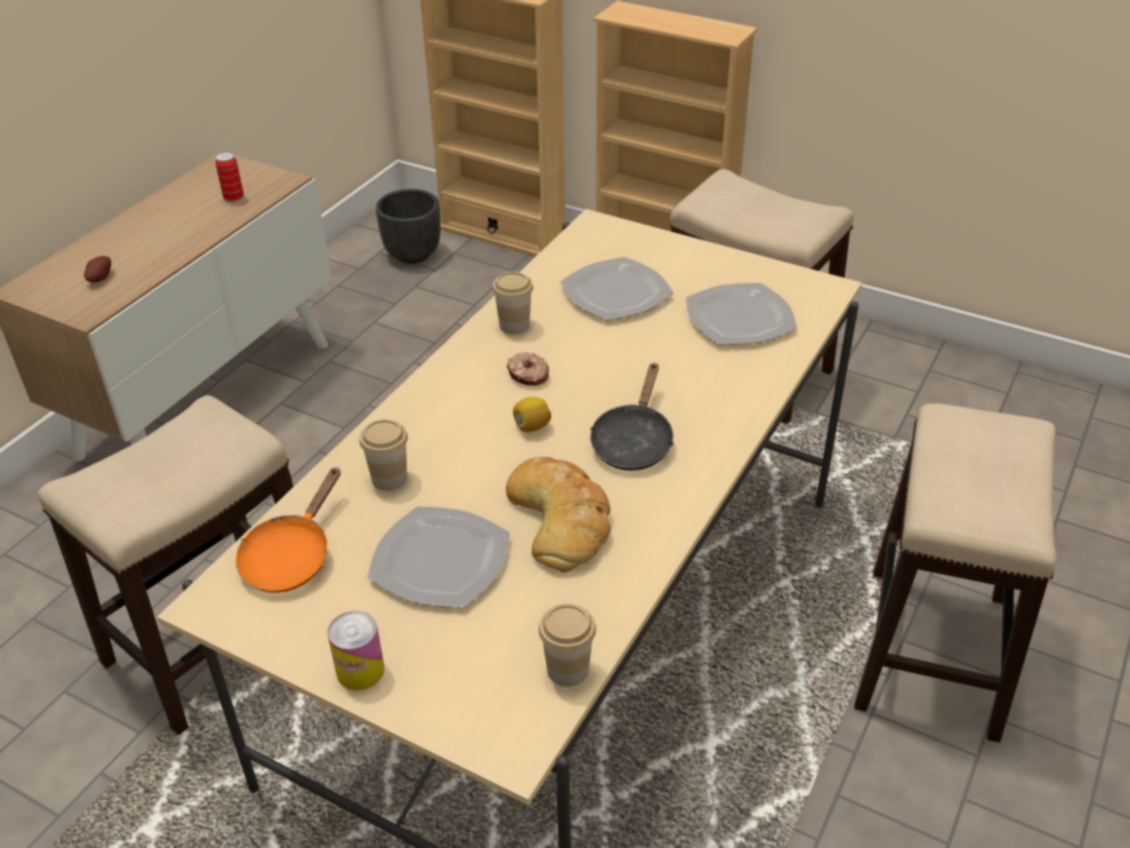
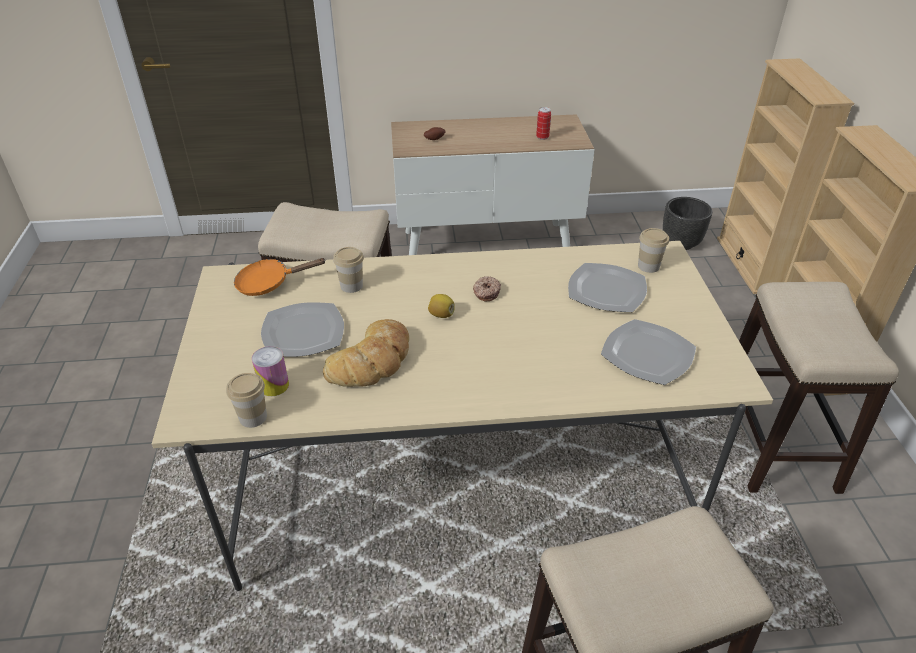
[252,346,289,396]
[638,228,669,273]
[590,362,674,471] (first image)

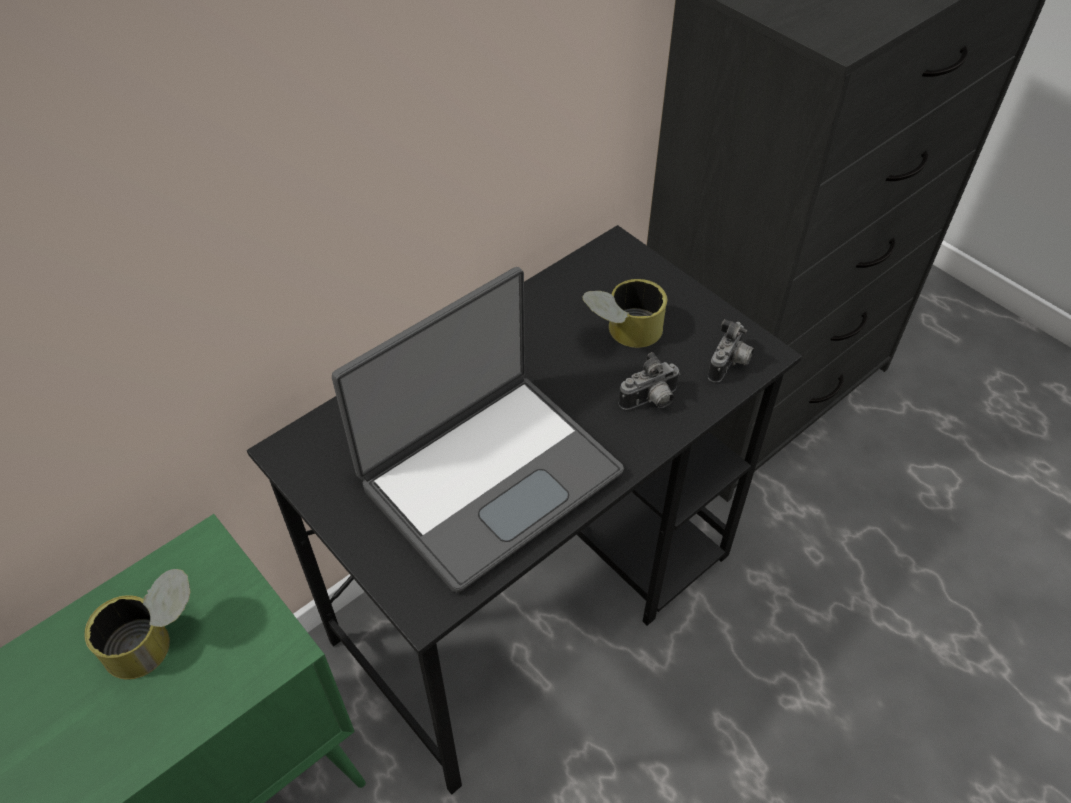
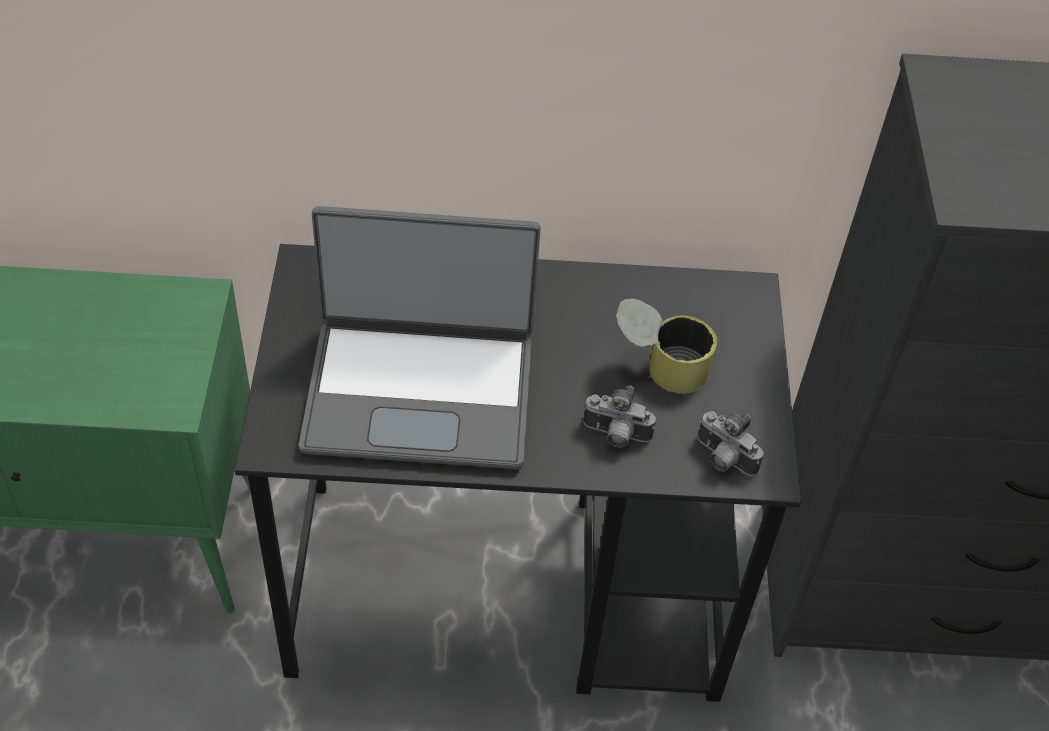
[84,569,190,679] (first image)
[698,411,764,476]

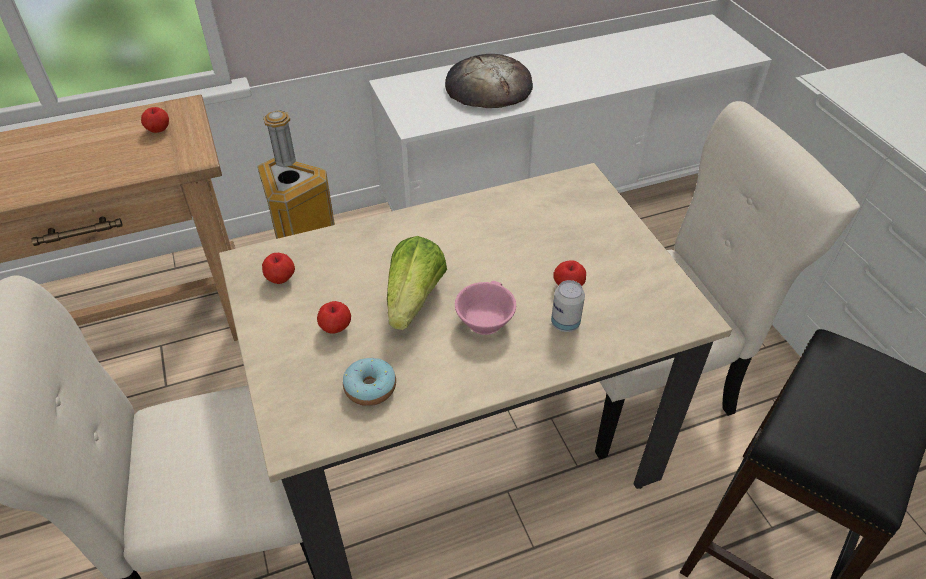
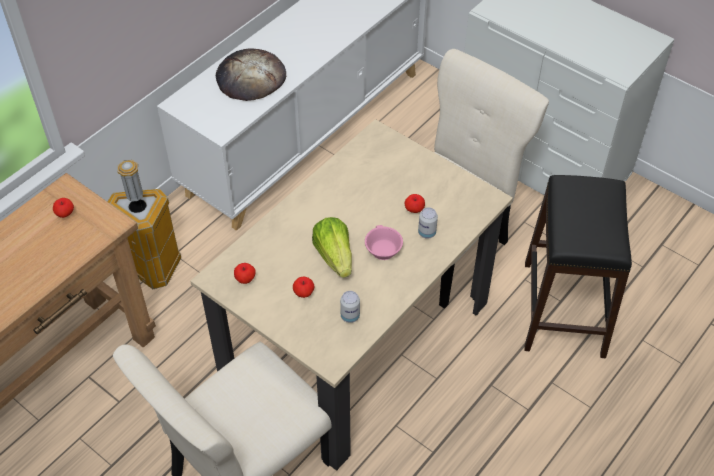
[340,291,360,323]

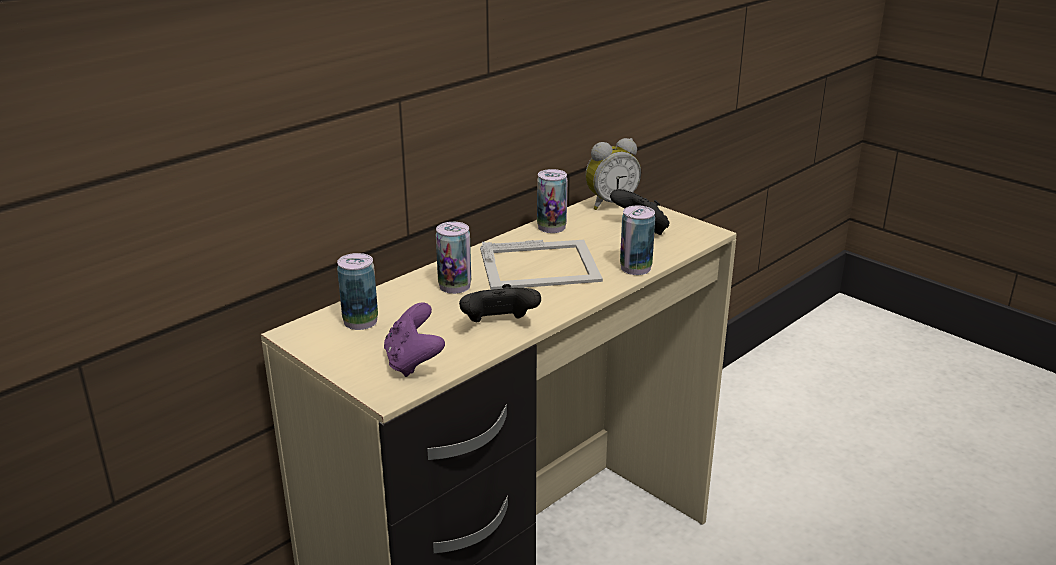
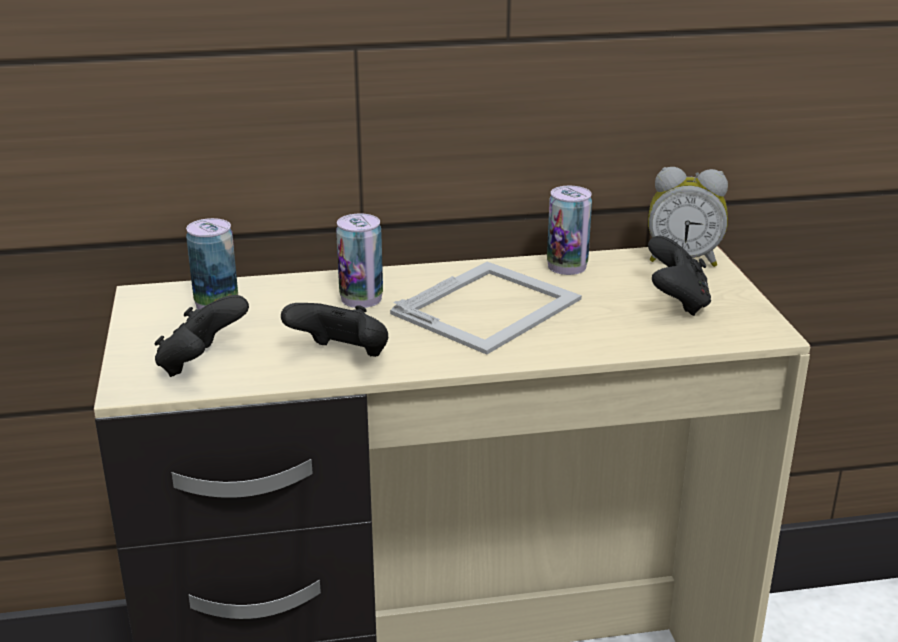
[155,295,249,377]
[390,262,582,355]
[620,206,655,275] (first image)

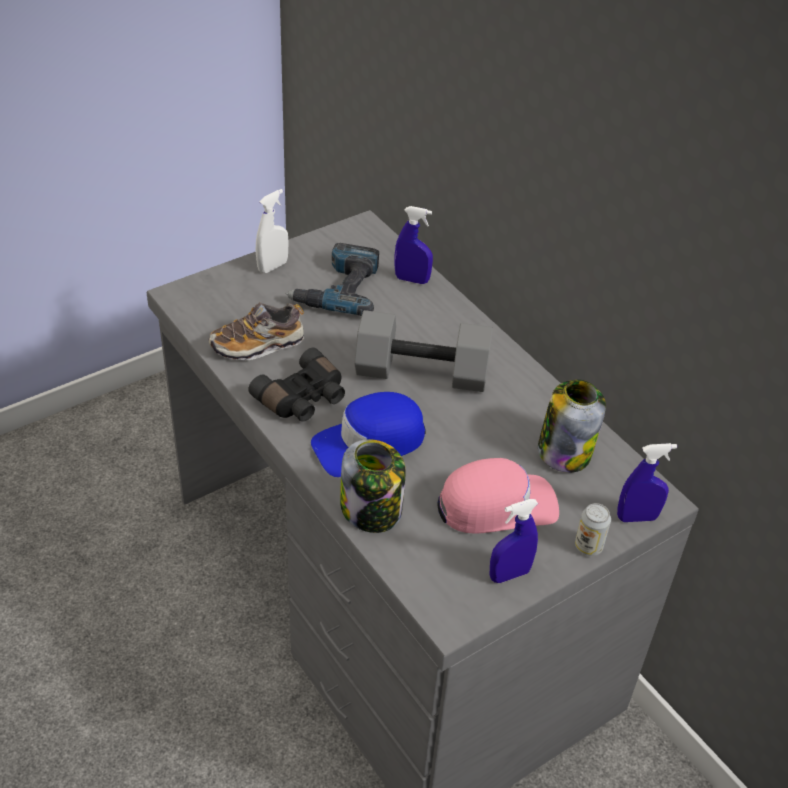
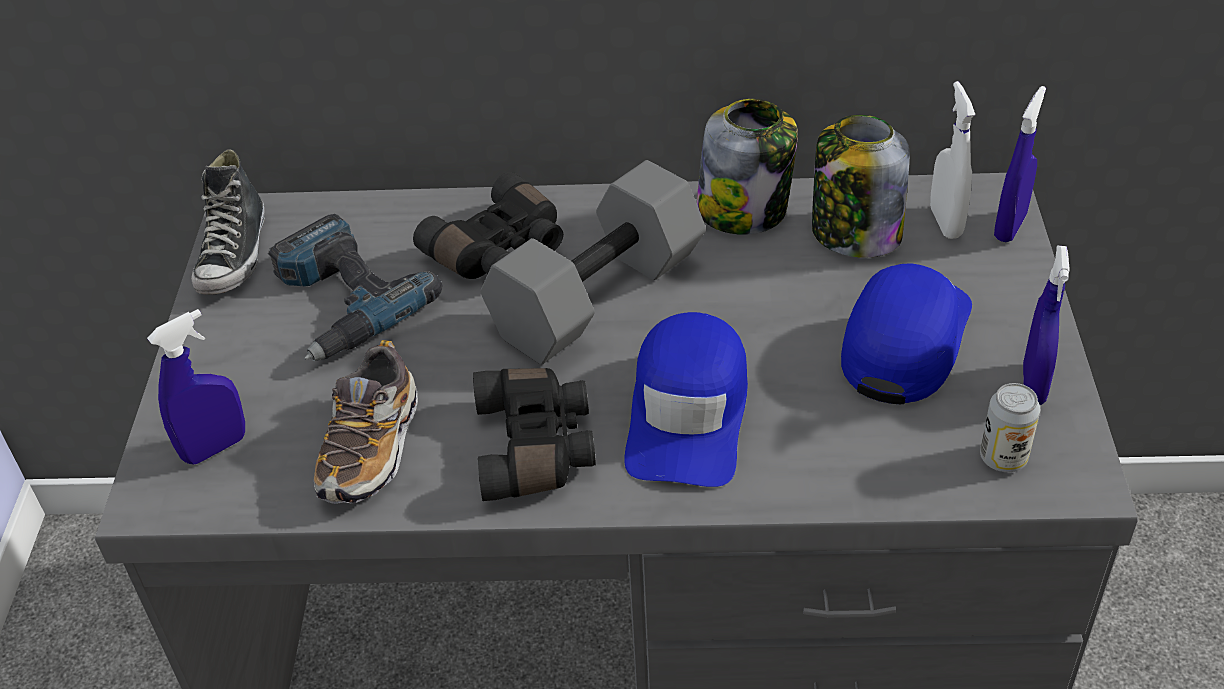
[930,81,975,239]
[697,99,798,235]
[147,309,245,464]
[841,263,972,404]
[980,383,1040,472]
[191,149,265,295]
[413,172,563,279]

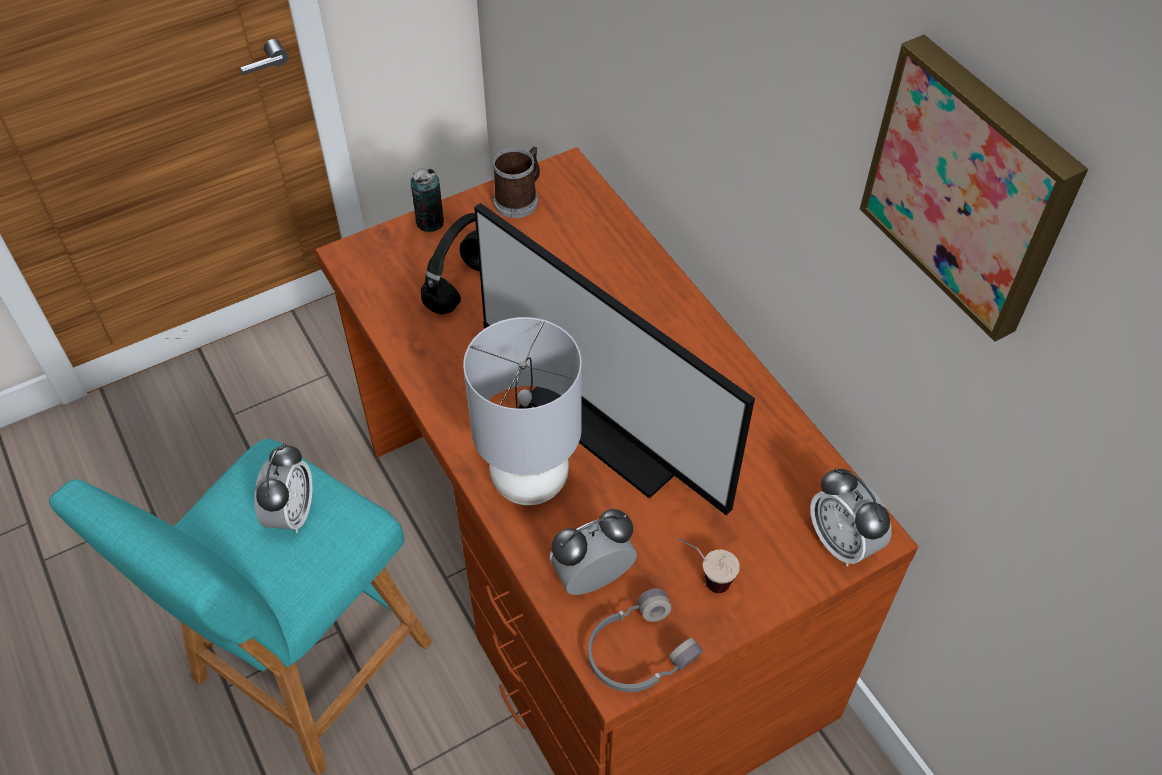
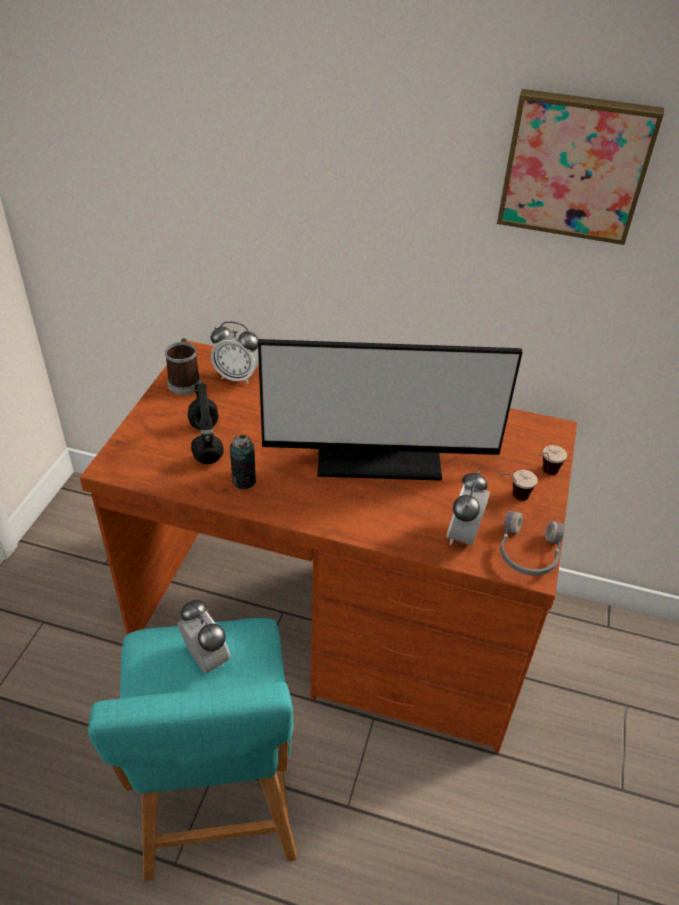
[230,435,256,489]
[463,317,582,505] (first image)
[211,321,259,384]
[539,445,567,475]

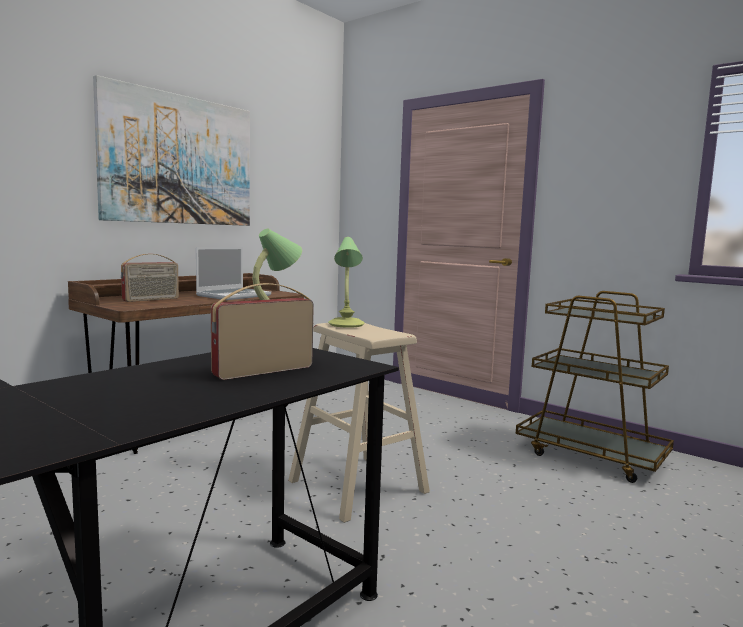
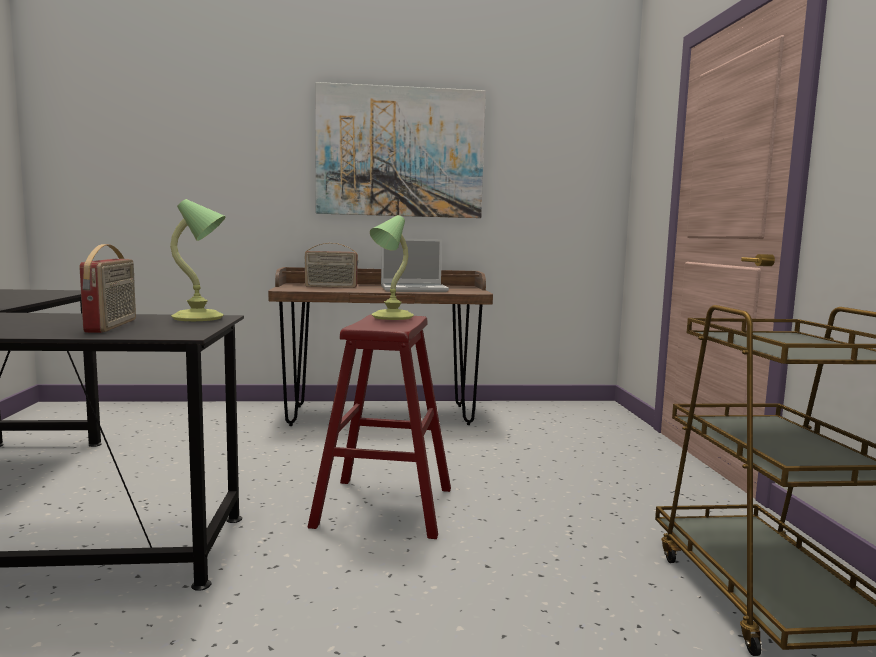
[79,244,136,333]
[307,314,451,539]

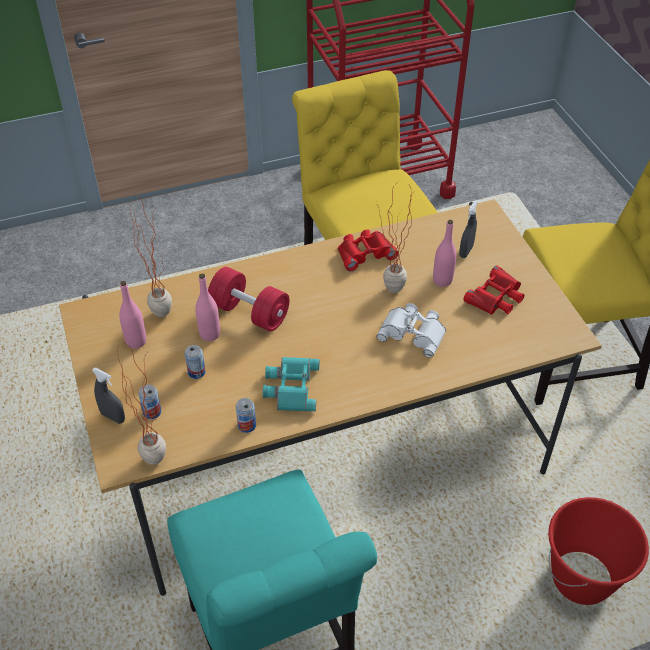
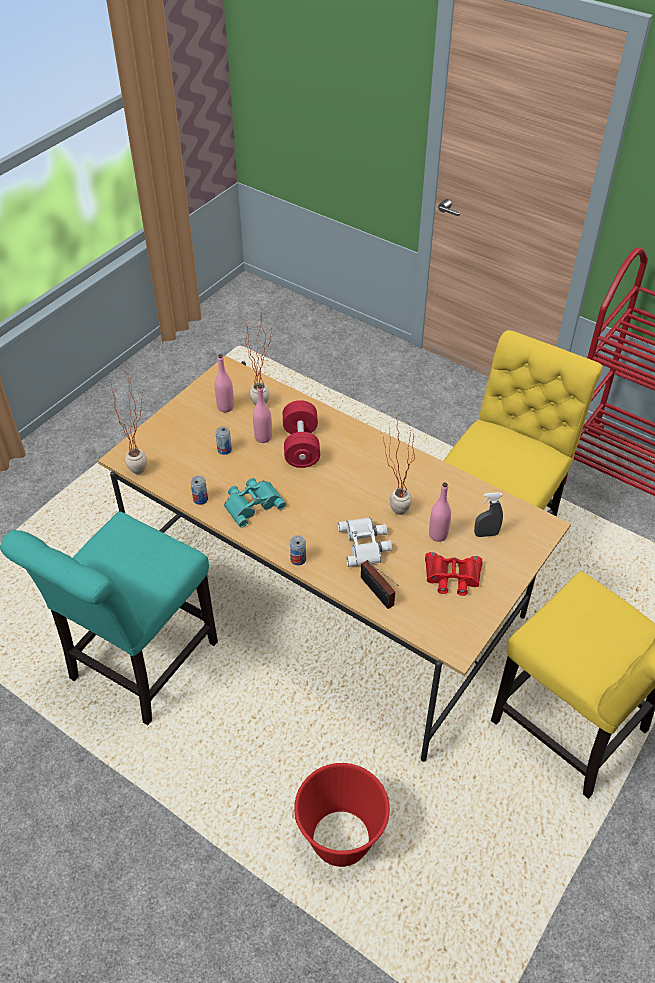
[92,368,125,424] (first image)
[290,535,306,565]
[338,229,398,271] (first image)
[361,560,398,609]

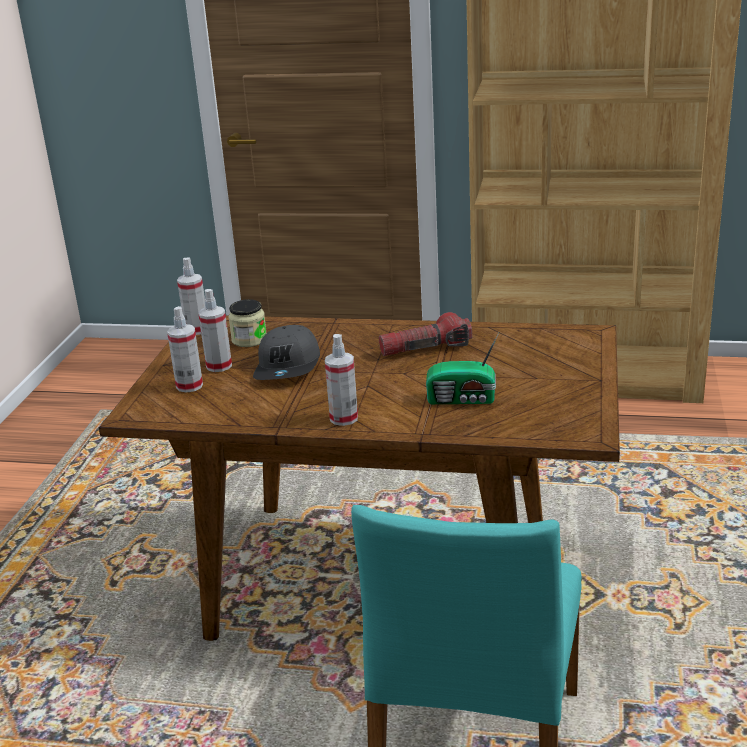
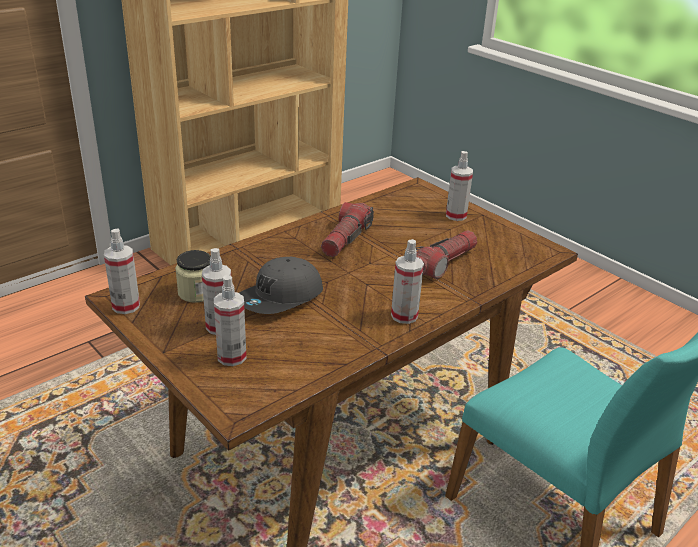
[239,257,323,314]
[416,230,477,279]
[446,151,473,221]

